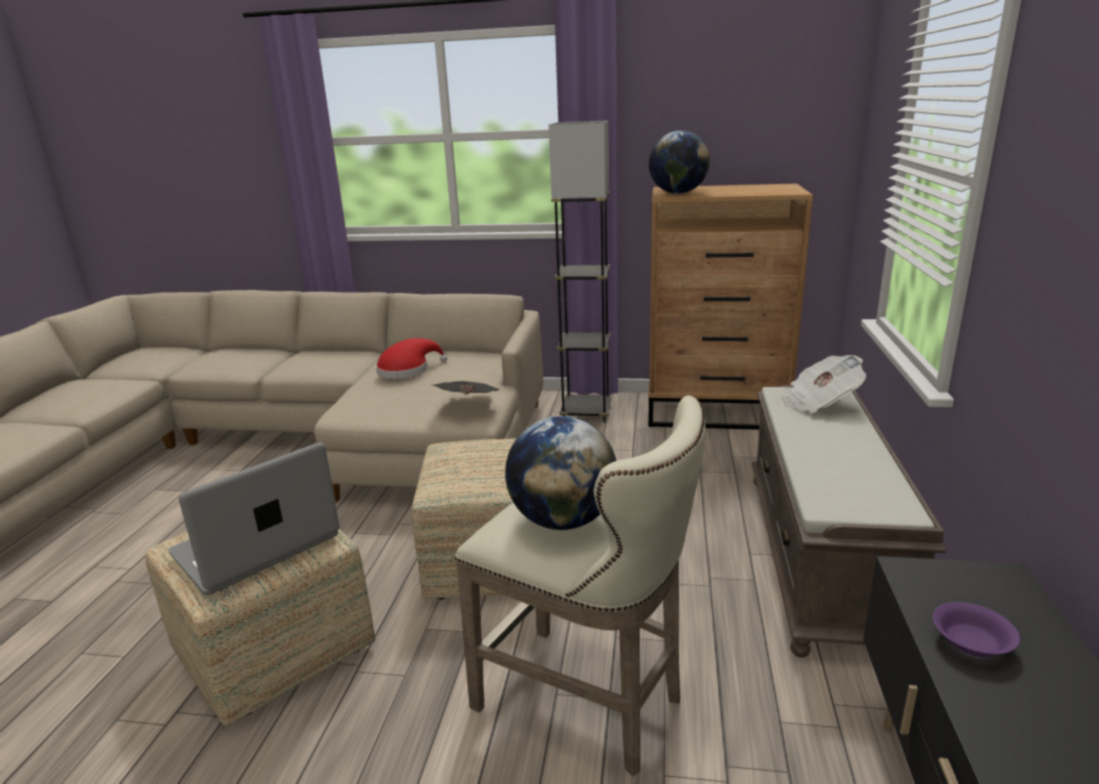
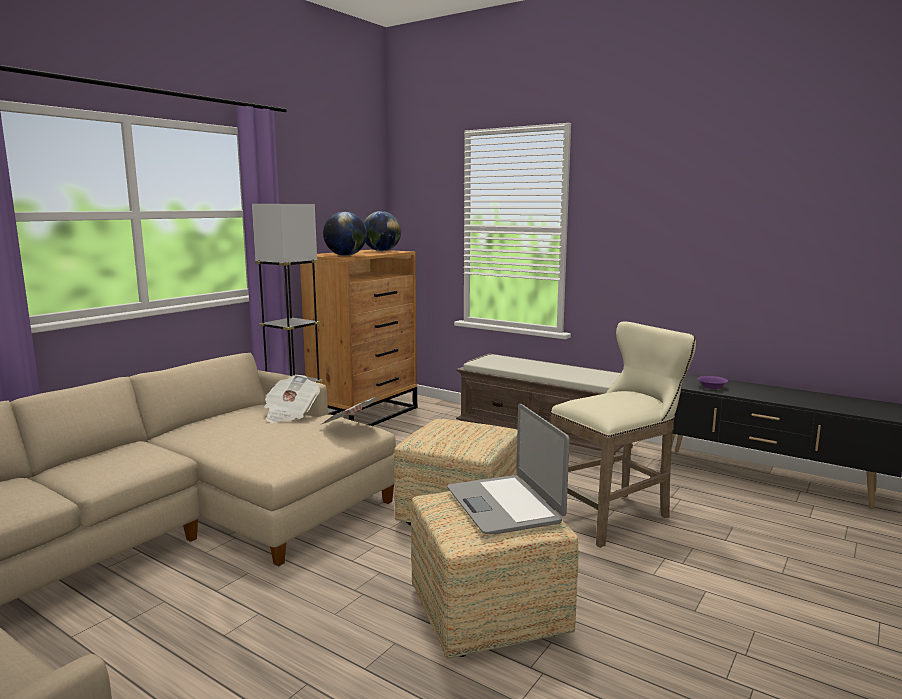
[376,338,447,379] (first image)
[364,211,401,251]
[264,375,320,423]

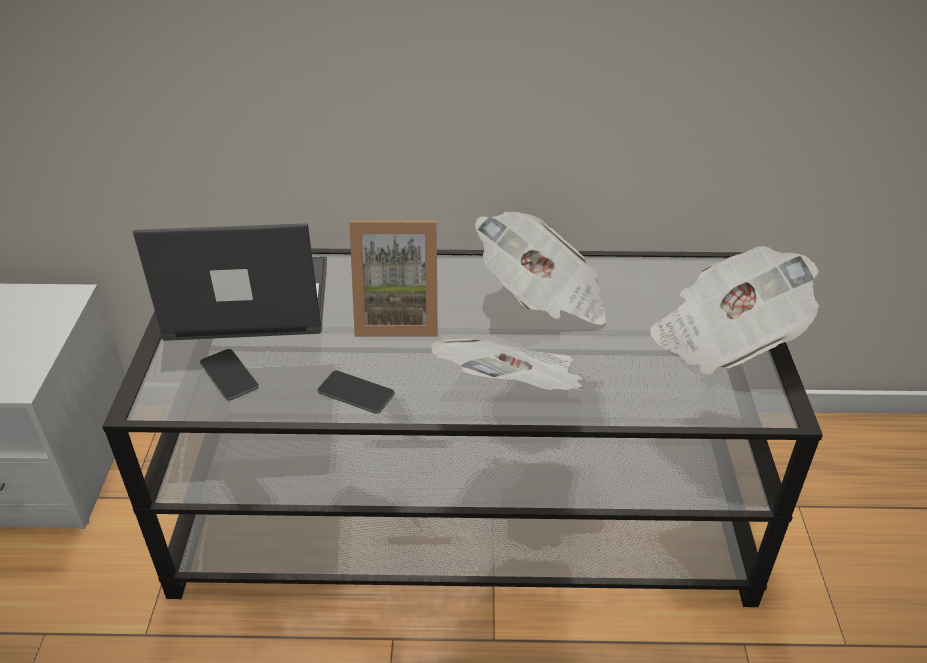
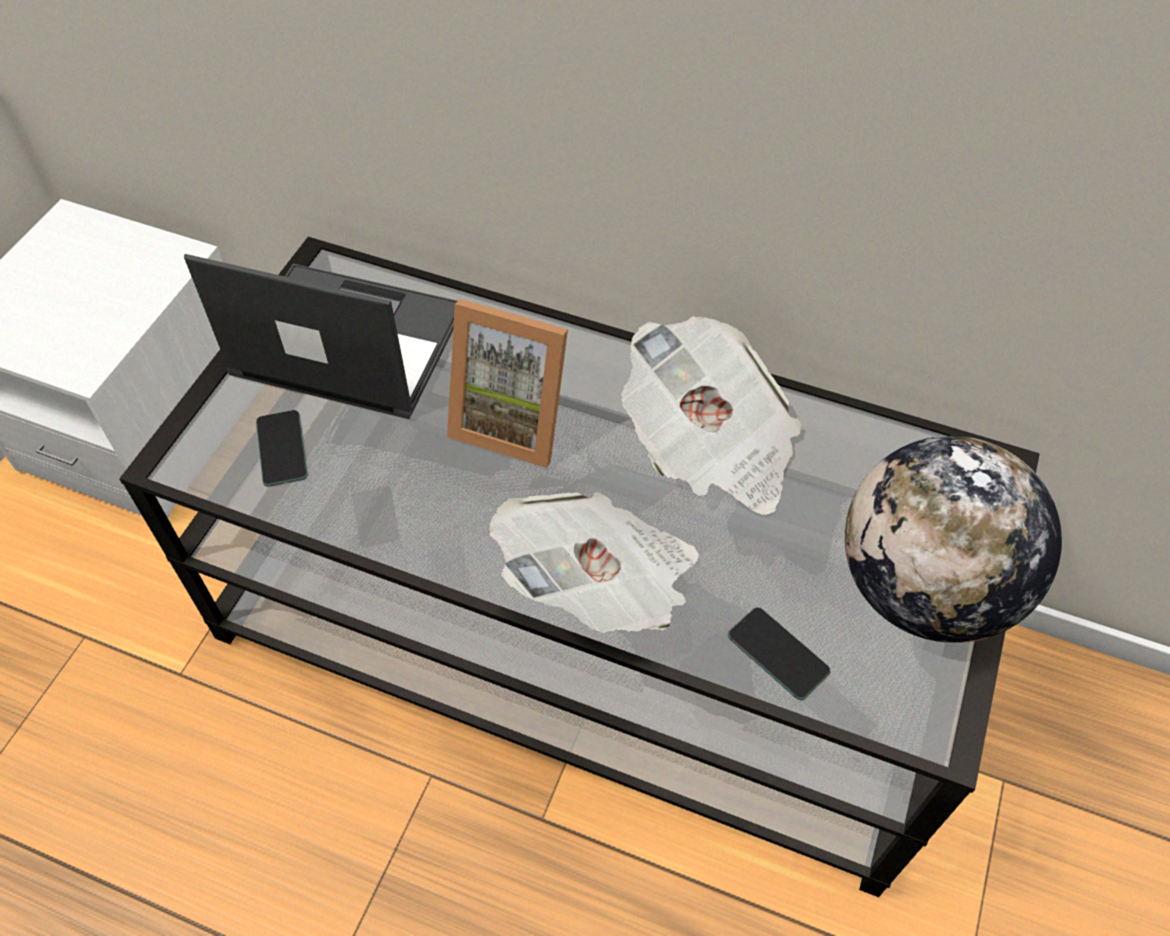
[728,607,831,700]
[845,436,1062,643]

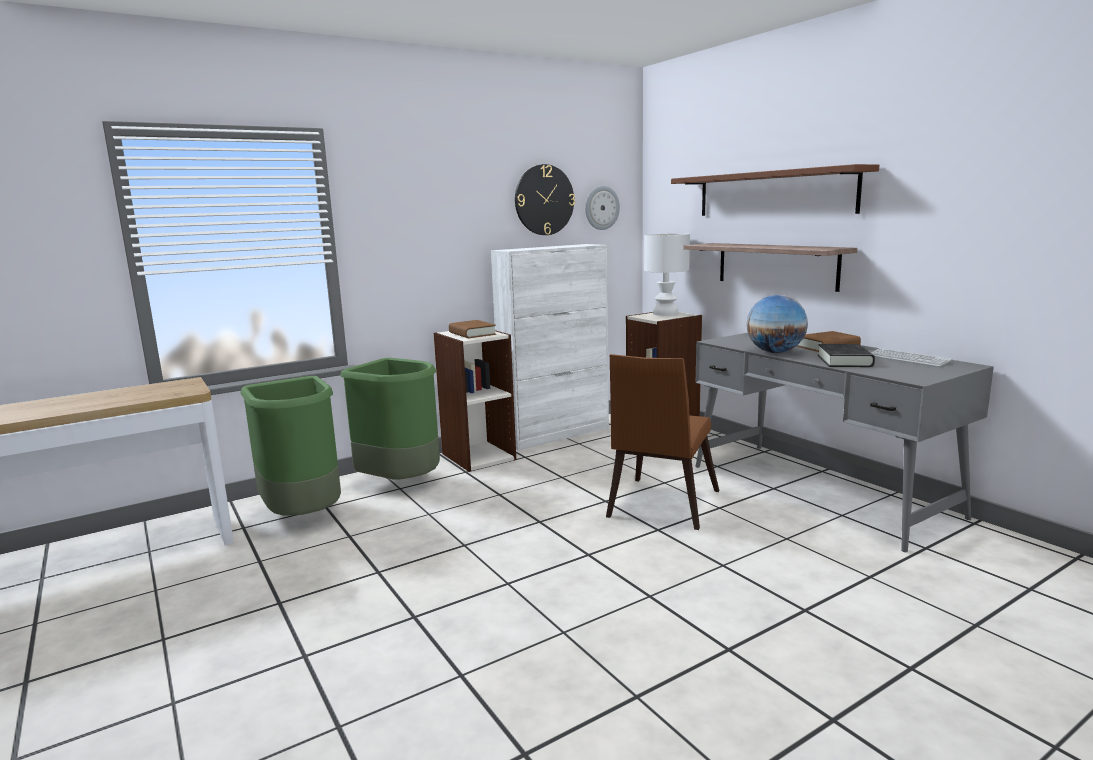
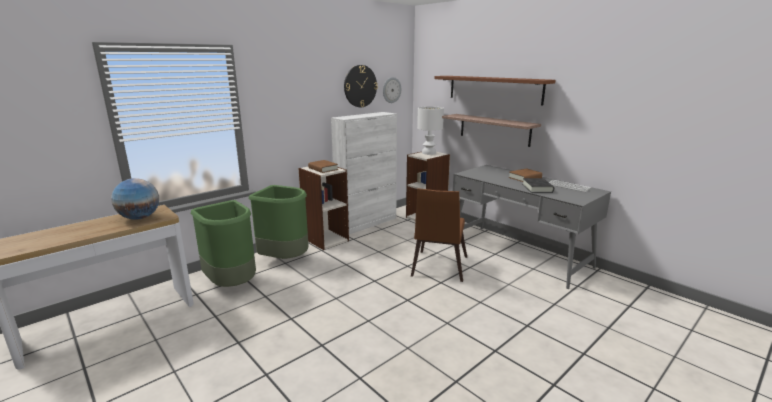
[111,178,159,219]

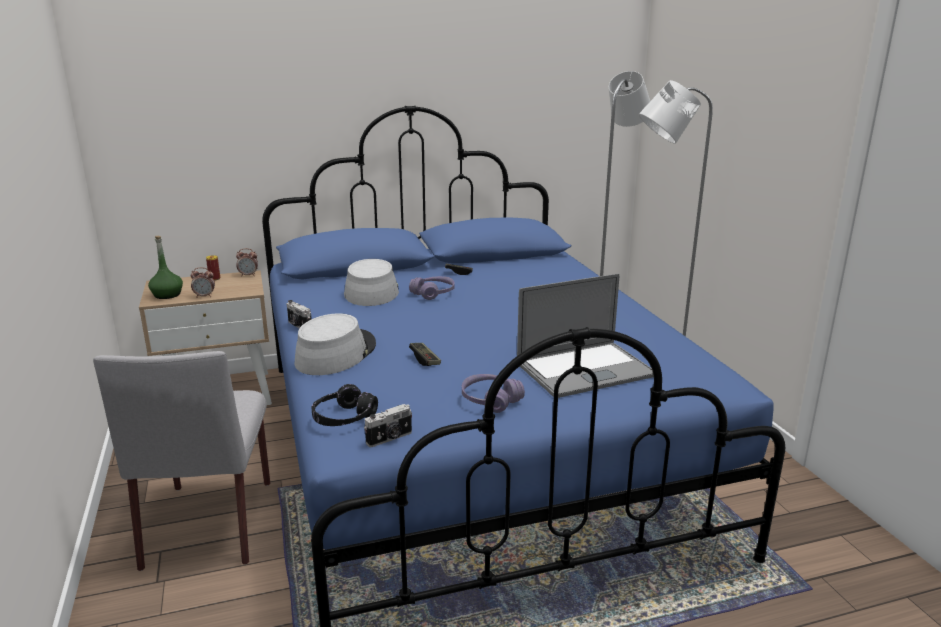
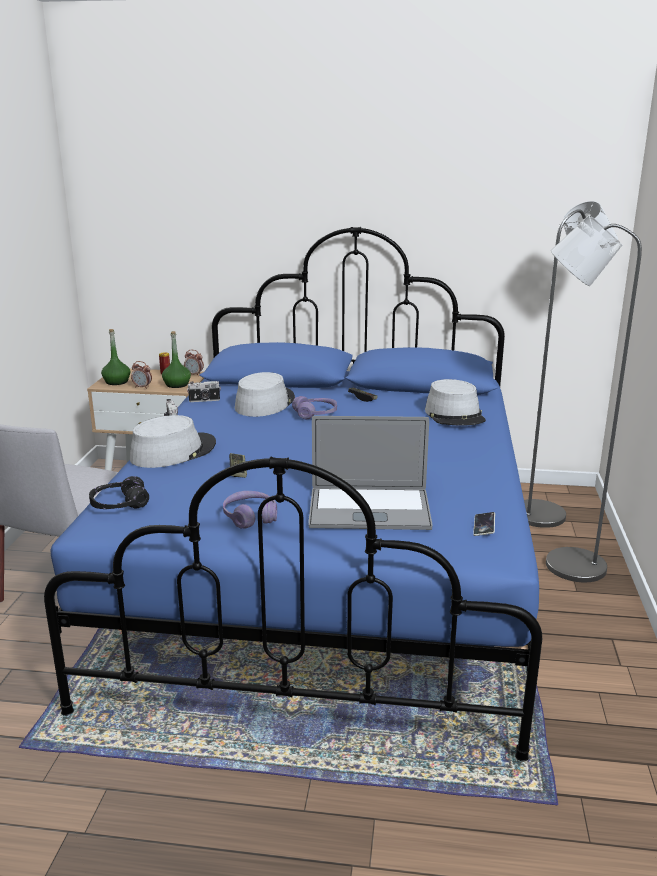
[187,381,221,402]
[162,331,191,388]
[425,379,486,426]
[473,512,495,536]

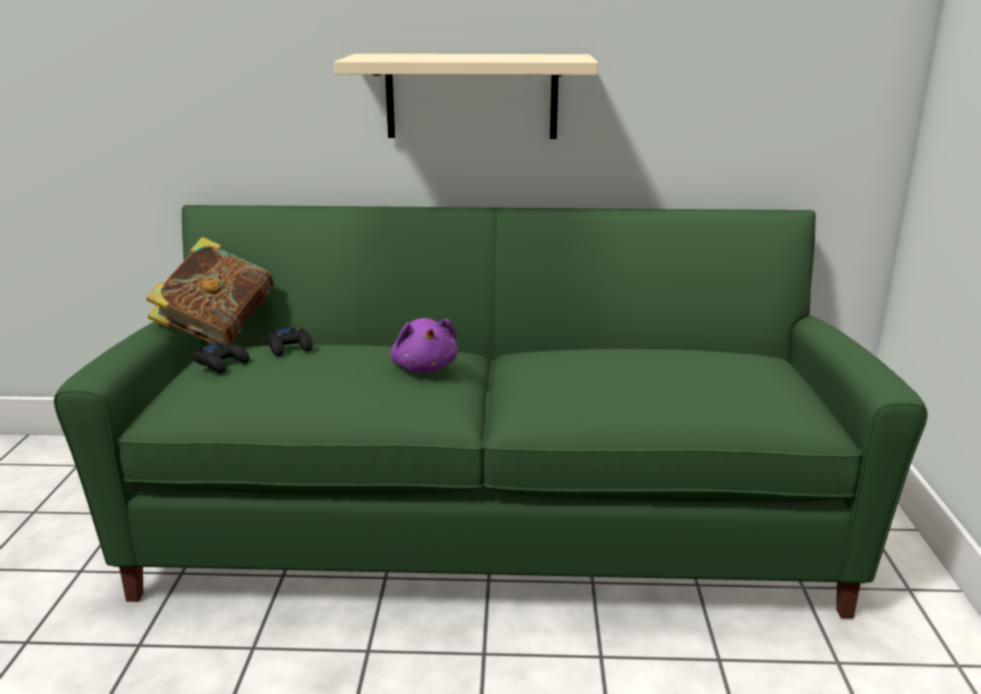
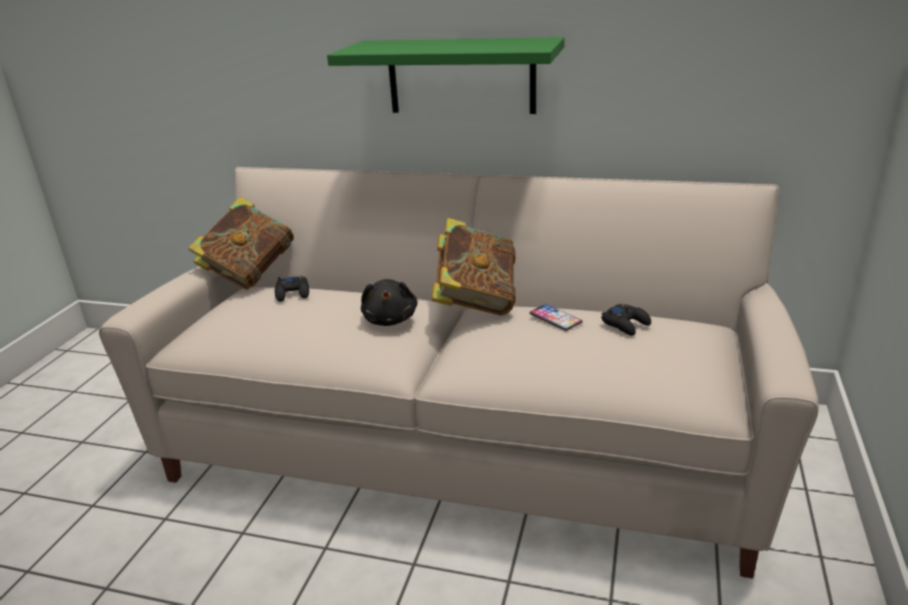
[99,167,819,578]
[601,304,651,336]
[327,37,564,114]
[361,279,417,326]
[431,218,516,315]
[530,304,583,331]

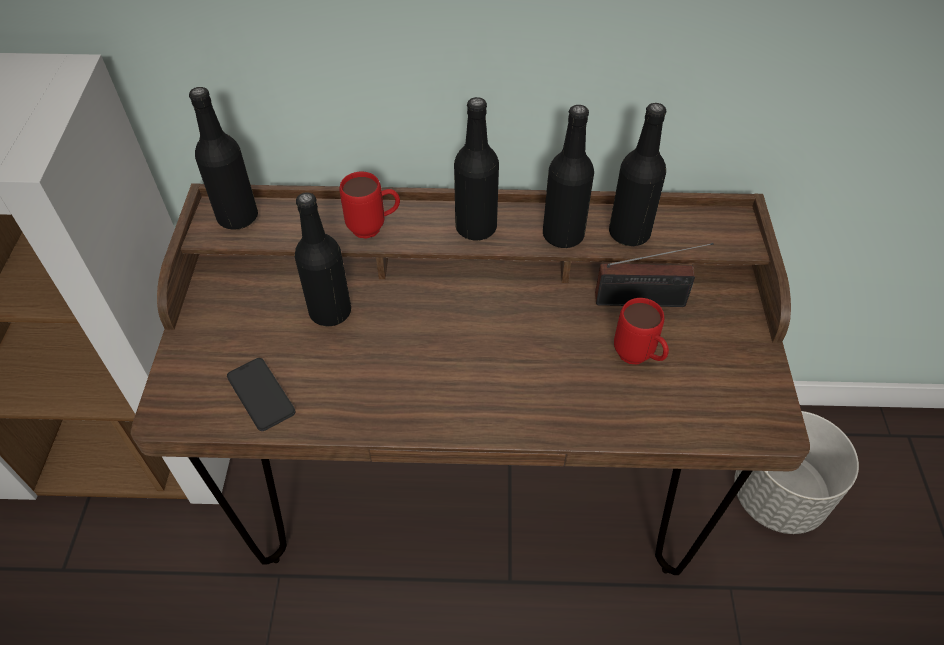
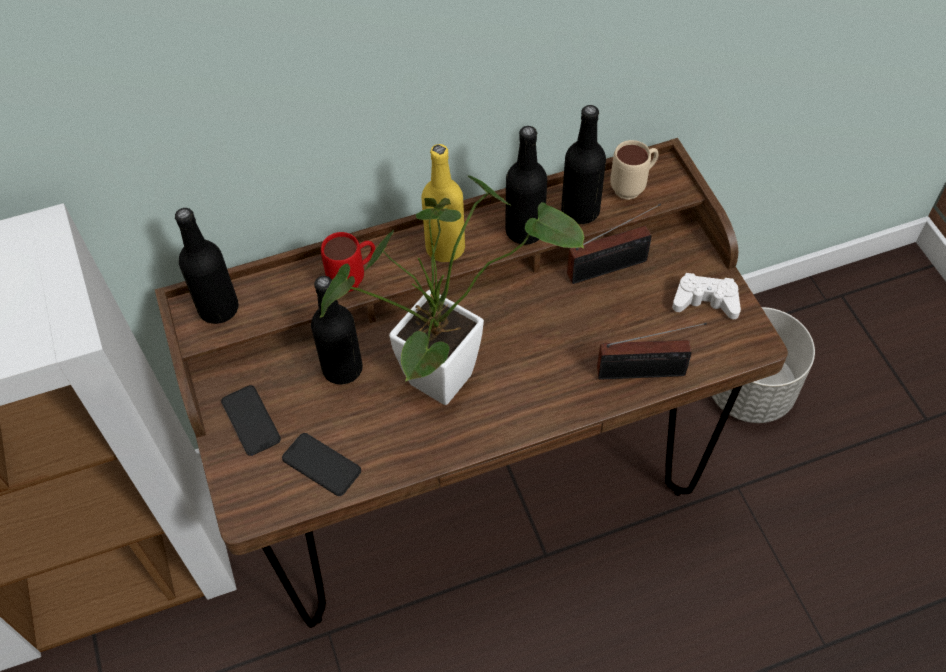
[421,144,465,262]
[614,298,669,364] (first image)
[221,385,281,456]
[319,175,584,405]
[597,323,707,379]
[610,140,659,200]
[672,273,741,319]

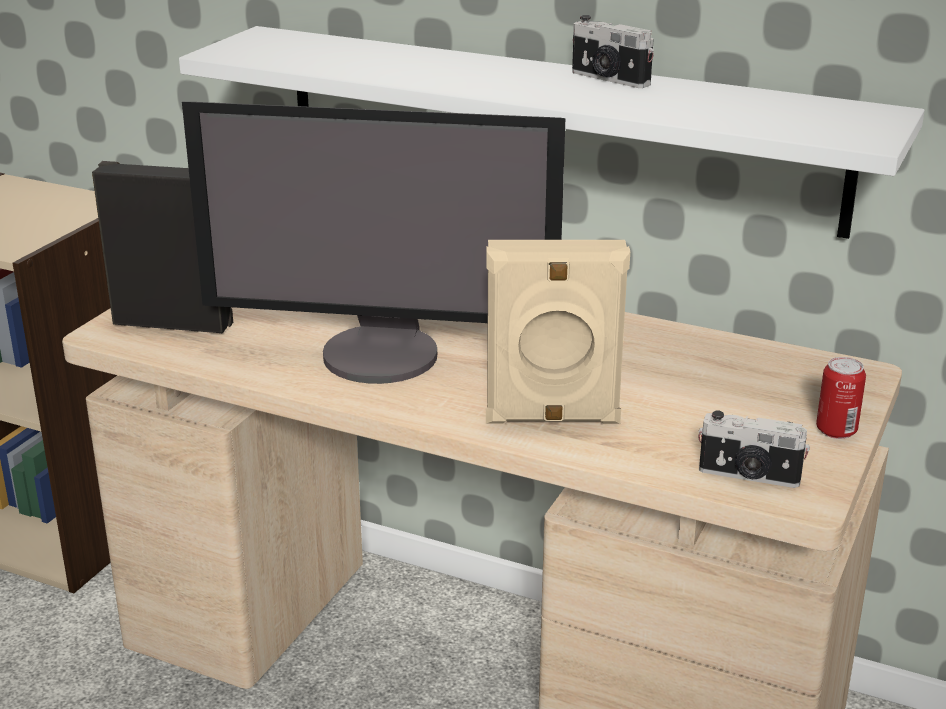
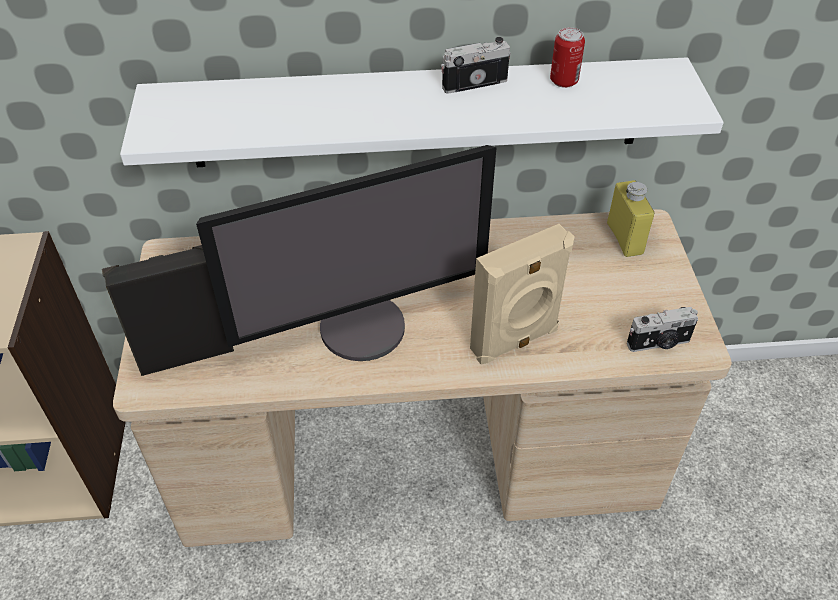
[441,37,511,94]
[550,27,585,88]
[607,180,655,257]

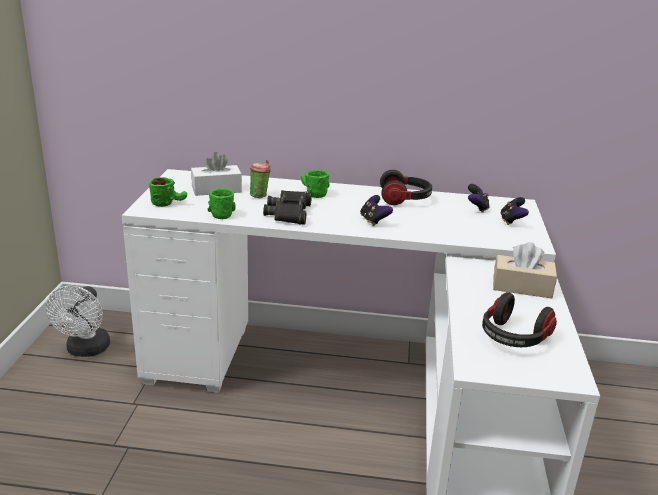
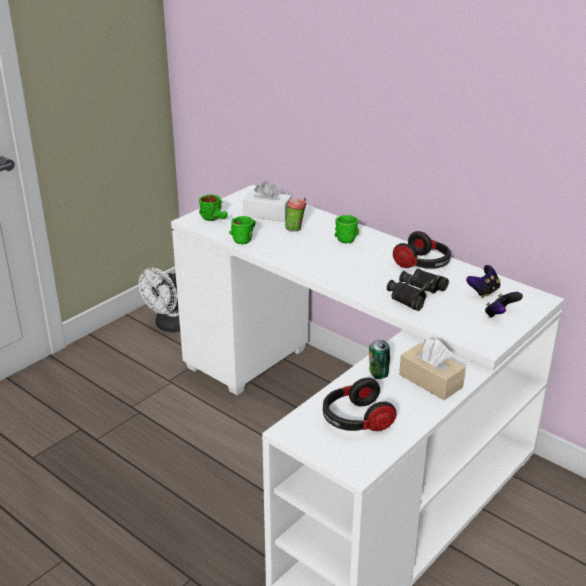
[387,269,449,311]
[360,195,393,226] (first image)
[369,340,390,379]

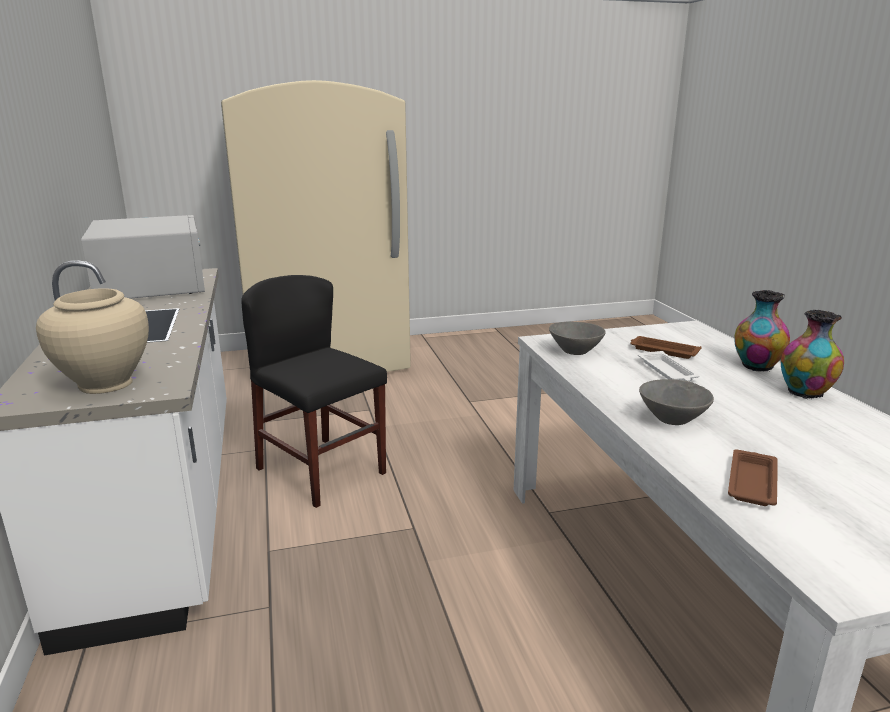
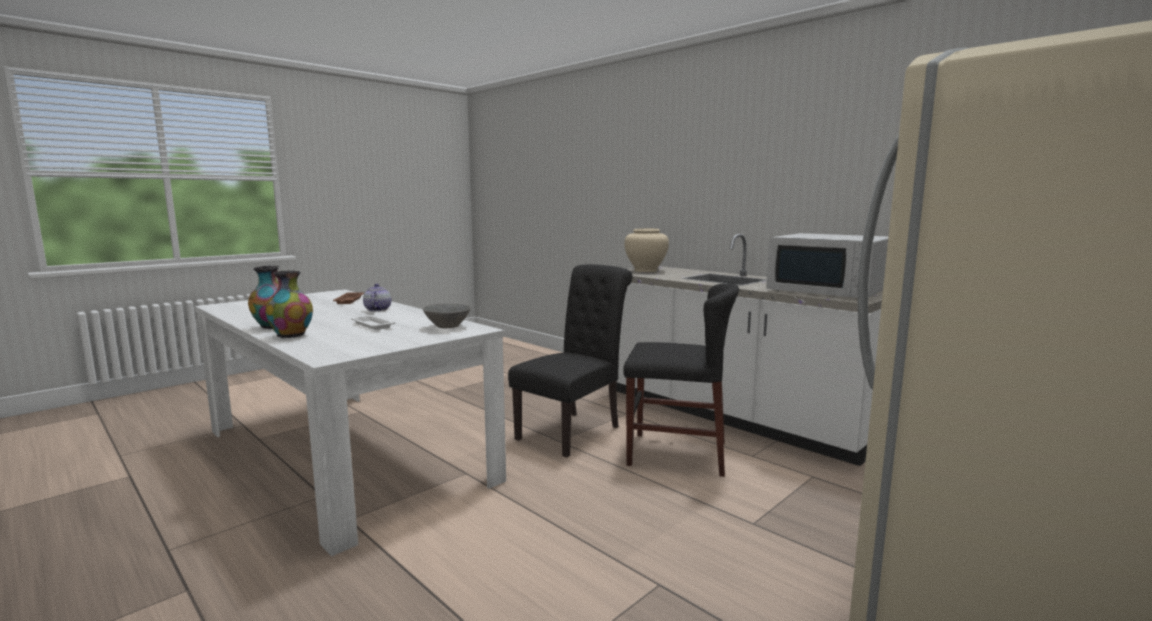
[630,336,702,359] (first image)
[363,284,391,311]
[508,264,633,458]

